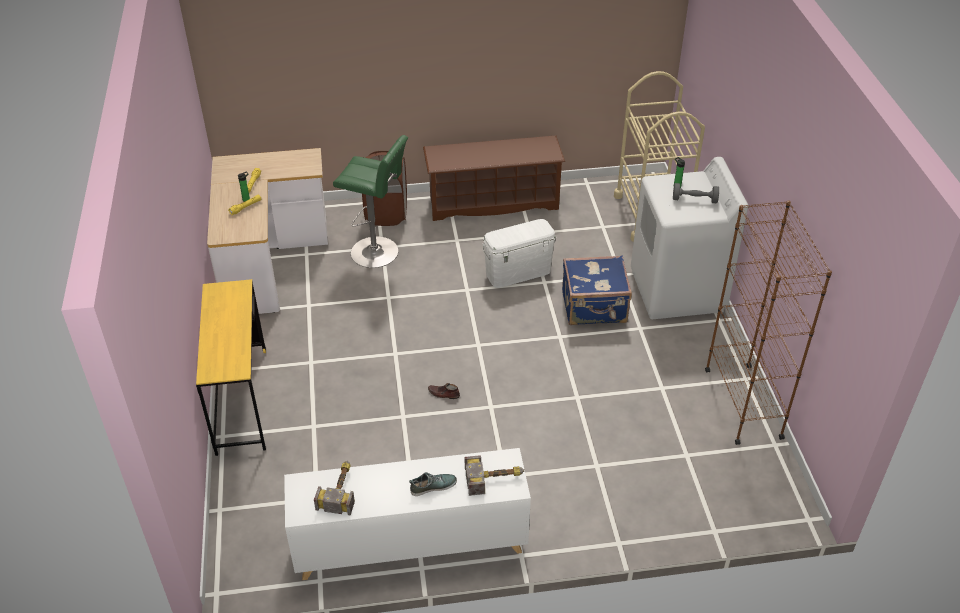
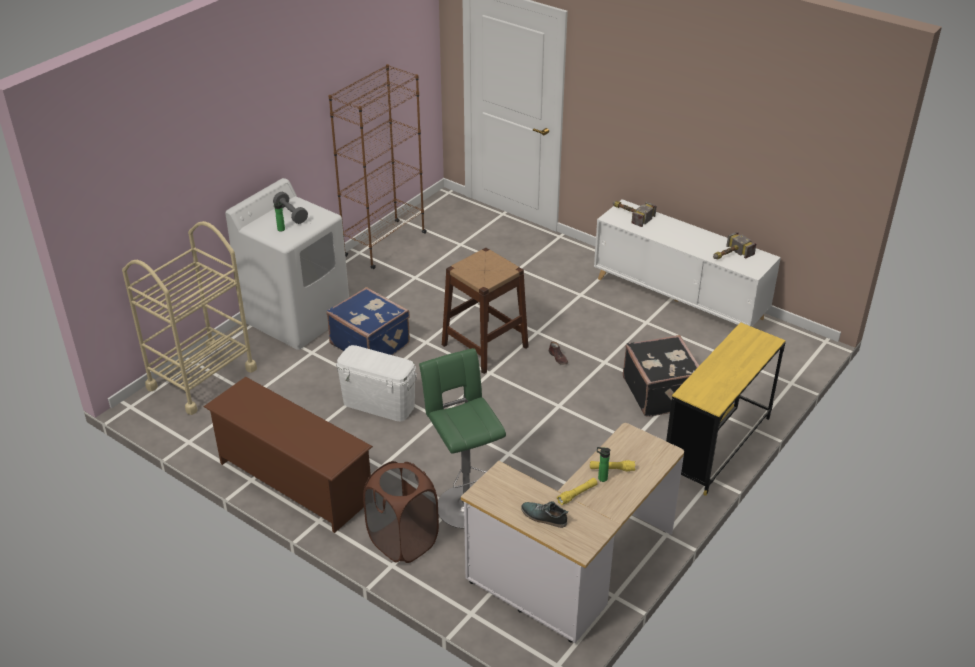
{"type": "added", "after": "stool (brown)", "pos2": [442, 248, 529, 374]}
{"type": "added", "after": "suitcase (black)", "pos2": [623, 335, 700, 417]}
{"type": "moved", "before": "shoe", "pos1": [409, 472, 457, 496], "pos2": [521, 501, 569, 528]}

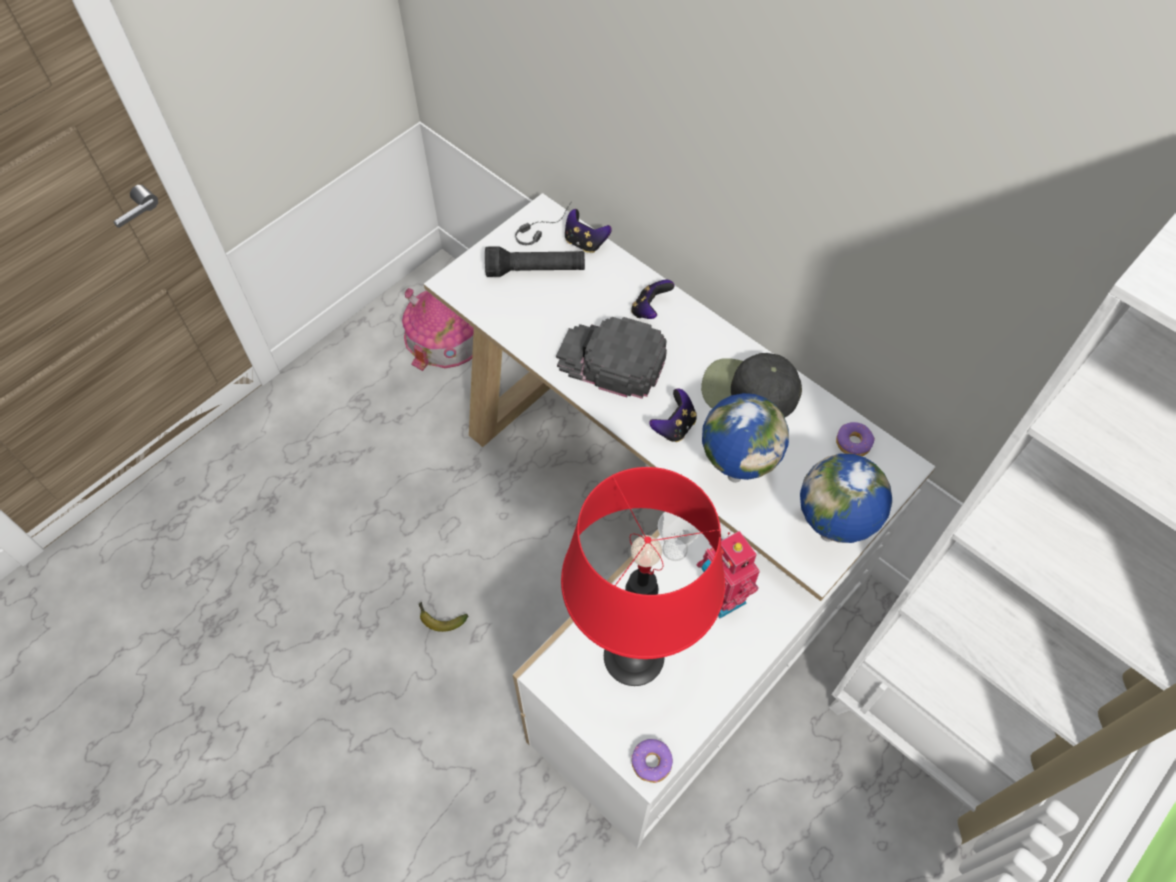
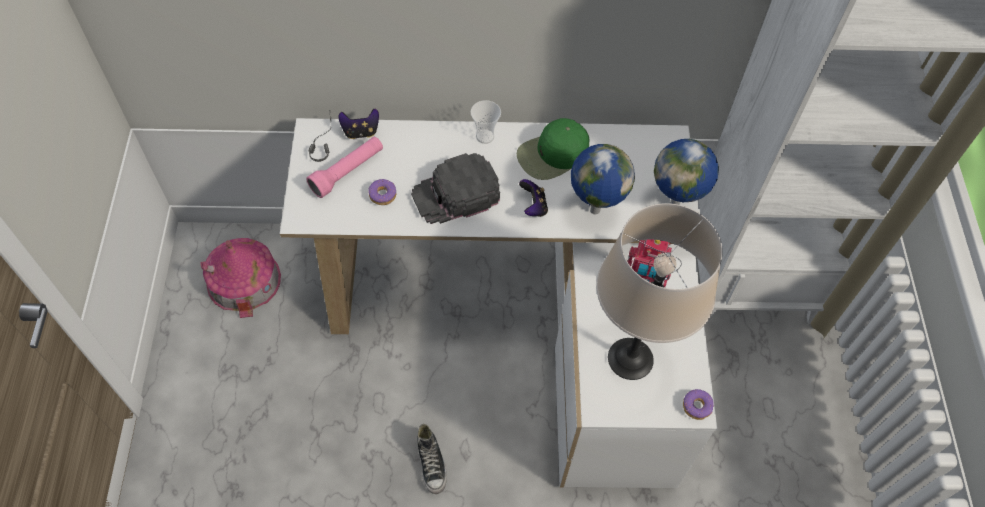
{"type": "removed", "before": "game controller", "pos1": [631, 280, 674, 319]}
{"type": "moved", "before": "cup", "pos1": [658, 512, 700, 561], "pos2": [471, 100, 501, 144]}
{"type": "moved", "before": "donut", "pos1": [836, 422, 875, 456], "pos2": [368, 179, 396, 205]}
{"type": "replaced", "before": "banana", "after": "shoe", "pos1": [419, 602, 468, 632], "pos2": [417, 424, 447, 494]}
{"type": "recoloured", "before": "flashlight (black)", "after": "flashlight (pink)", "pos1": [485, 246, 585, 277], "pos2": [306, 137, 383, 198]}
{"type": "recoloured", "before": "table lamp (red)", "after": "table lamp (beige)", "pos1": [561, 467, 725, 686], "pos2": [596, 203, 723, 380]}
{"type": "recoloured", "before": "cap (black)", "after": "cap (green)", "pos1": [701, 353, 802, 417], "pos2": [517, 118, 589, 180]}

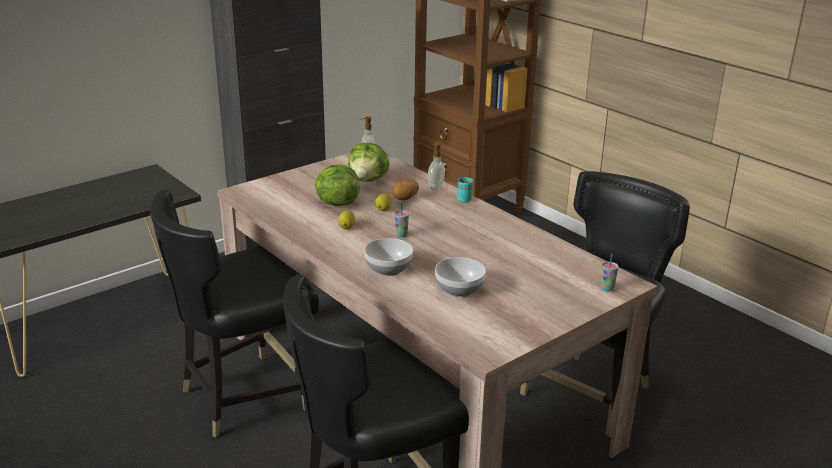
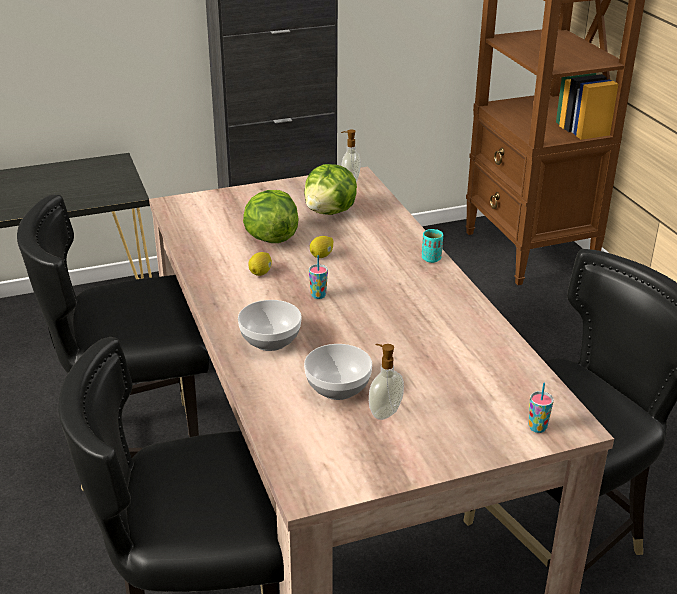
{"type": "removed", "before": "potato", "pos1": [392, 180, 419, 201]}
{"type": "moved", "before": "soap dispenser", "pos1": [428, 143, 445, 190], "pos2": [369, 344, 404, 420]}

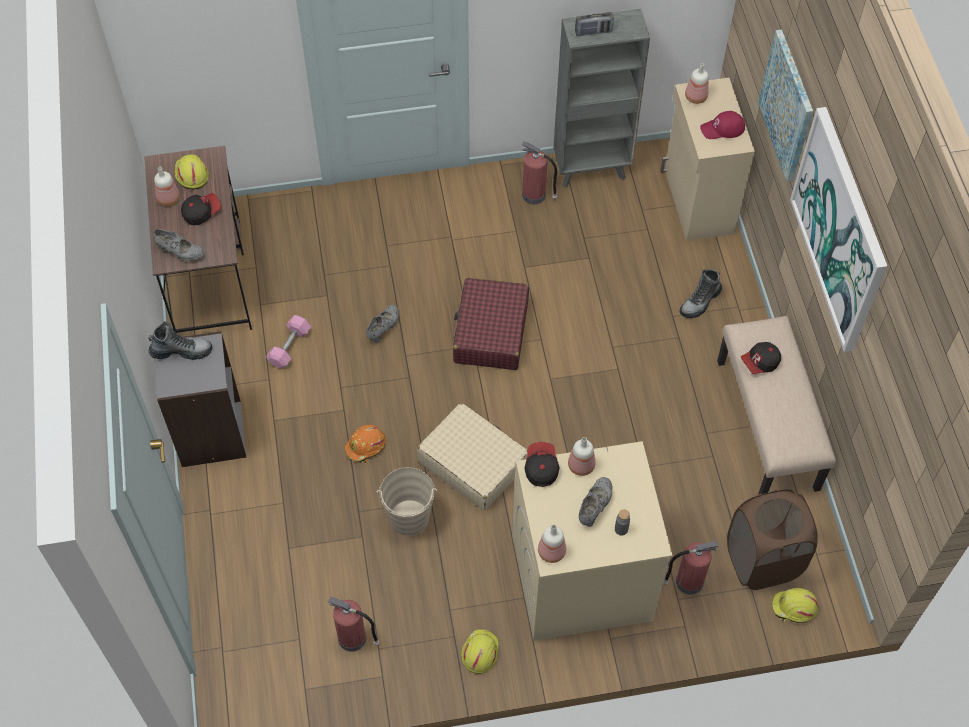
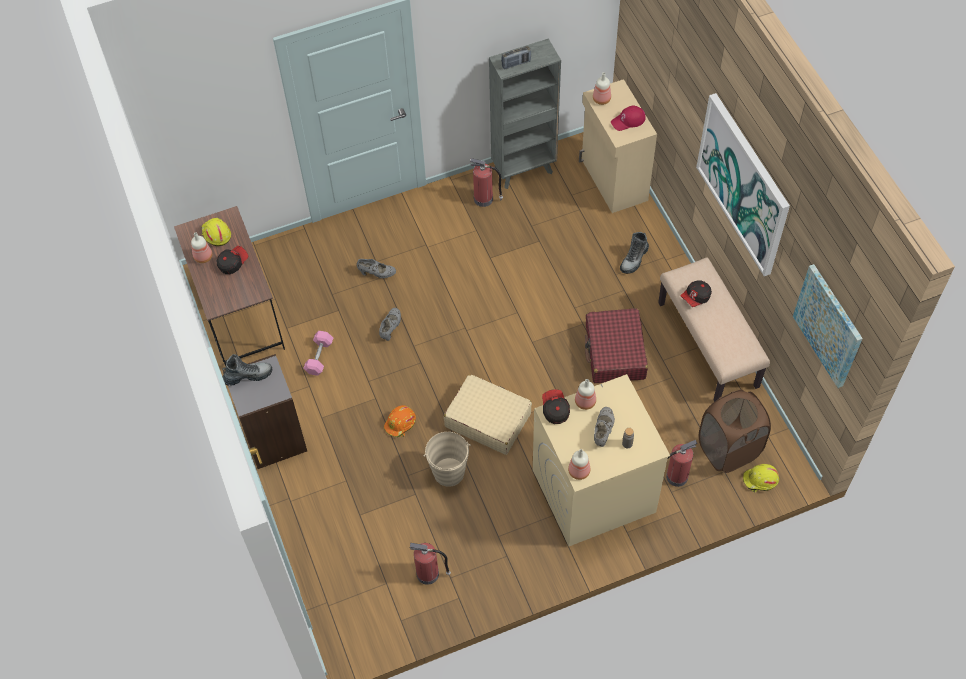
{"type": "removed", "before": "hard hat (yellow)", "pos1": [461, 629, 499, 674]}
{"type": "moved", "before": "shoe (grey)", "pos1": [153, 229, 204, 261], "pos2": [357, 259, 396, 278]}
{"type": "moved", "before": "suitcase (red)", "pos1": [453, 278, 529, 370], "pos2": [585, 308, 648, 383]}
{"type": "moved", "before": "picture", "pos1": [758, 30, 813, 182], "pos2": [793, 264, 863, 388]}

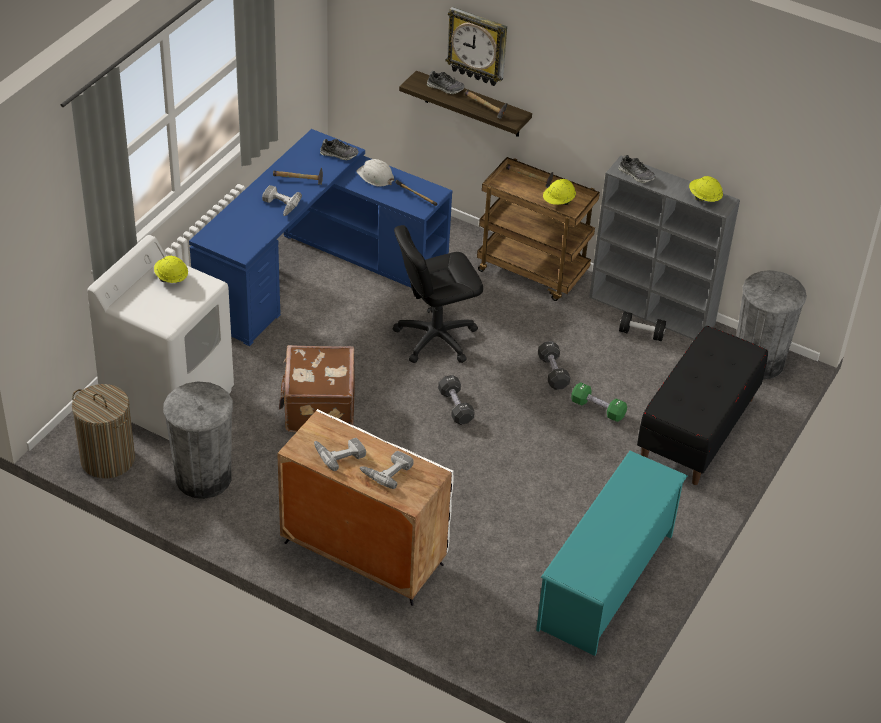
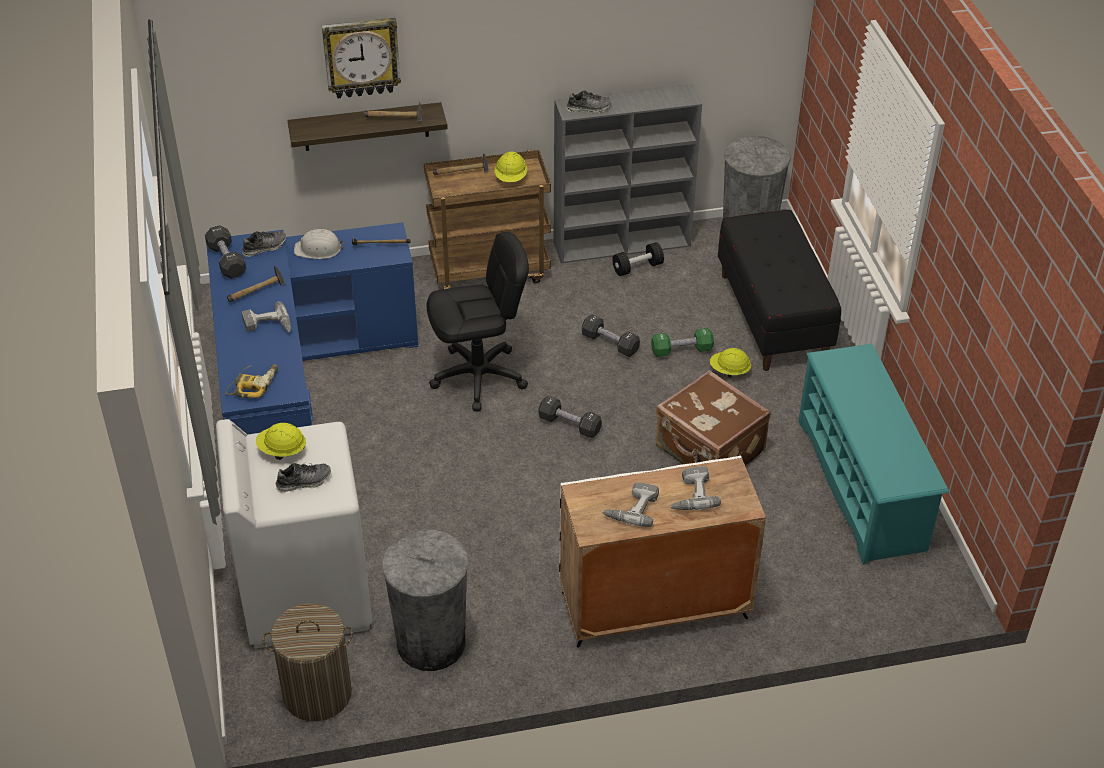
{"type": "added", "after": "dumbbell (black)", "pos2": [205, 225, 246, 279]}
{"type": "added", "after": "power drill", "pos2": [225, 364, 278, 398]}
{"type": "moved", "before": "suitcase (brown)", "pos1": [279, 345, 355, 432], "pos2": [656, 370, 771, 467]}
{"type": "moved", "before": "shoe", "pos1": [427, 71, 465, 94], "pos2": [276, 463, 331, 493]}
{"type": "moved", "before": "hard hat (yellow)", "pos1": [689, 176, 723, 202], "pos2": [710, 348, 751, 378]}
{"type": "turned", "before": "office chair (black)", "pos1": [393, 225, 483, 363], "pos2": [427, 232, 529, 411], "turn": -135}

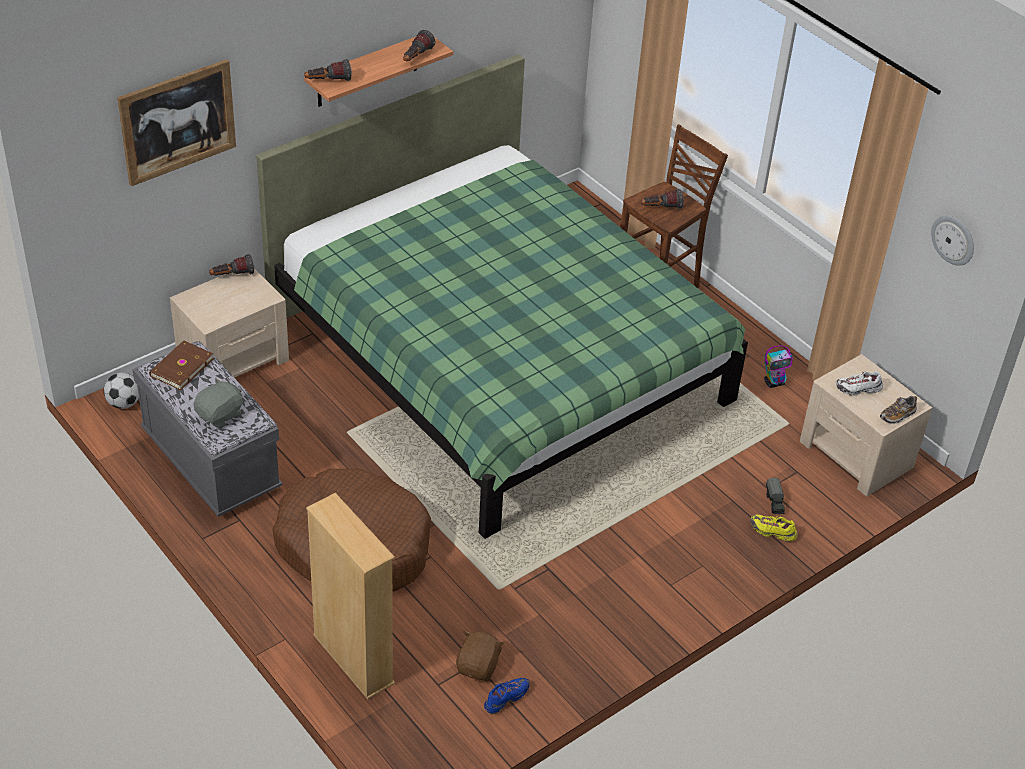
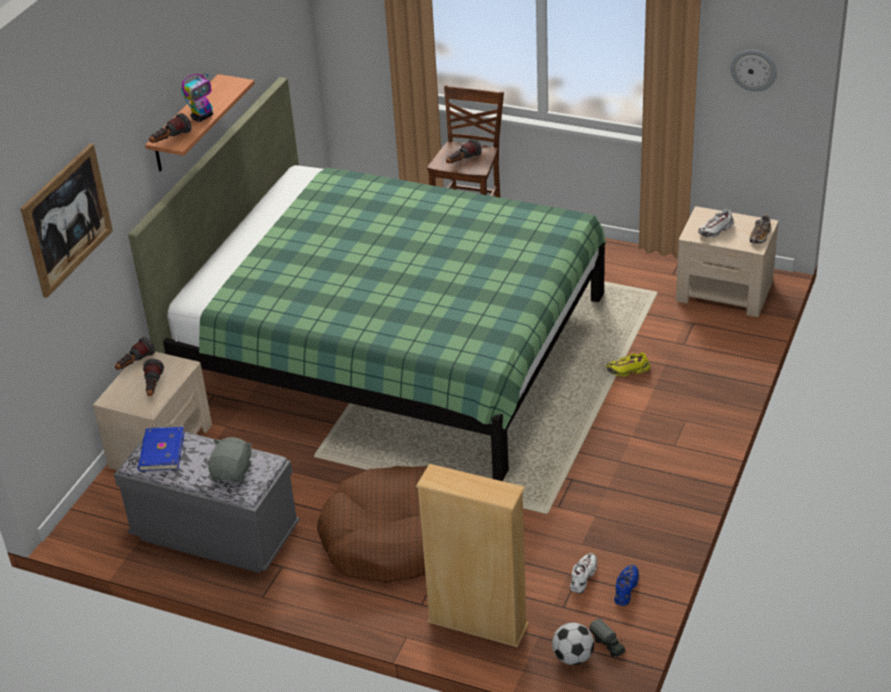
{"type": "moved", "before": "football", "pos1": [104, 373, 139, 409], "pos2": [552, 622, 594, 665]}
{"type": "moved", "before": "flashlight", "pos1": [403, 30, 435, 61], "pos2": [143, 359, 164, 396]}
{"type": "moved", "before": "shoe (yellow)", "pos1": [750, 514, 797, 542], "pos2": [606, 352, 650, 377]}
{"type": "moved", "before": "toy robot", "pos1": [764, 345, 793, 388], "pos2": [182, 73, 213, 122]}
{"type": "moved", "before": "toy truck", "pos1": [766, 478, 786, 514], "pos2": [590, 619, 626, 657]}
{"type": "replaced", "before": "plush toy (brown)", "after": "shoe (white)", "pos1": [456, 631, 504, 681], "pos2": [570, 553, 597, 593]}
{"type": "recoloured", "before": "book (brown)", "after": "book (blue)", "pos1": [149, 340, 214, 390], "pos2": [138, 427, 185, 471]}

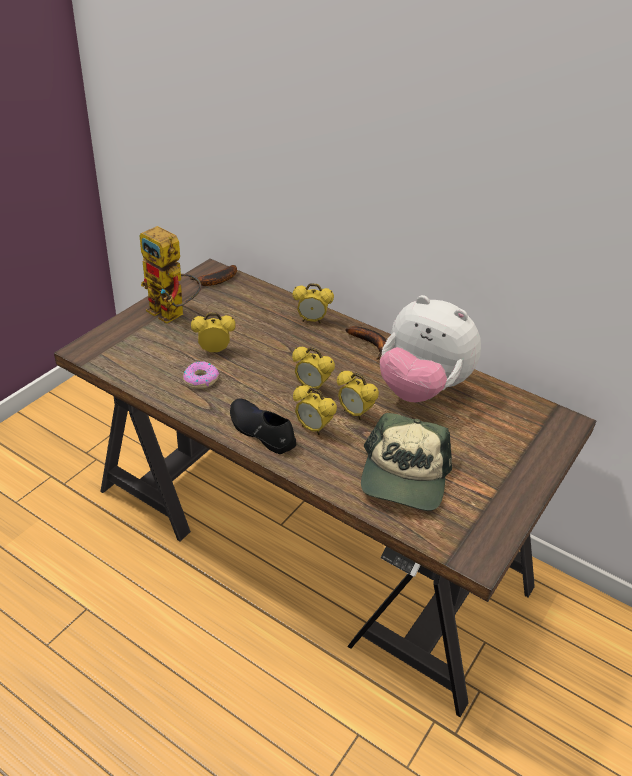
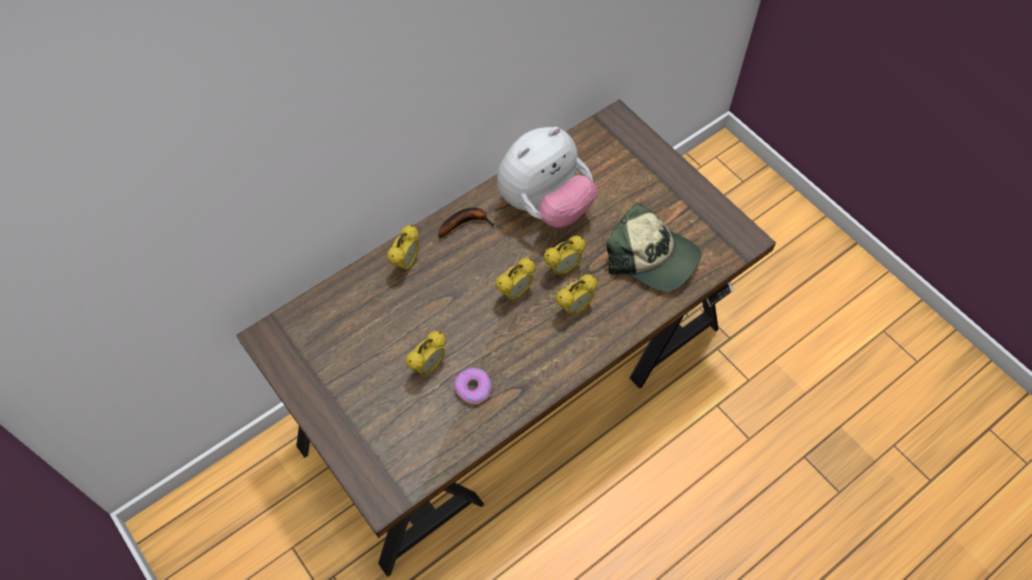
{"type": "removed", "before": "toy robot", "pos1": [139, 226, 201, 324]}
{"type": "removed", "before": "banana", "pos1": [190, 265, 237, 286]}
{"type": "removed", "before": "shoe (black)", "pos1": [230, 399, 296, 454]}
{"type": "turned", "before": "alarm clock", "pos1": [191, 313, 236, 352], "pos2": [406, 331, 446, 376], "turn": -150}

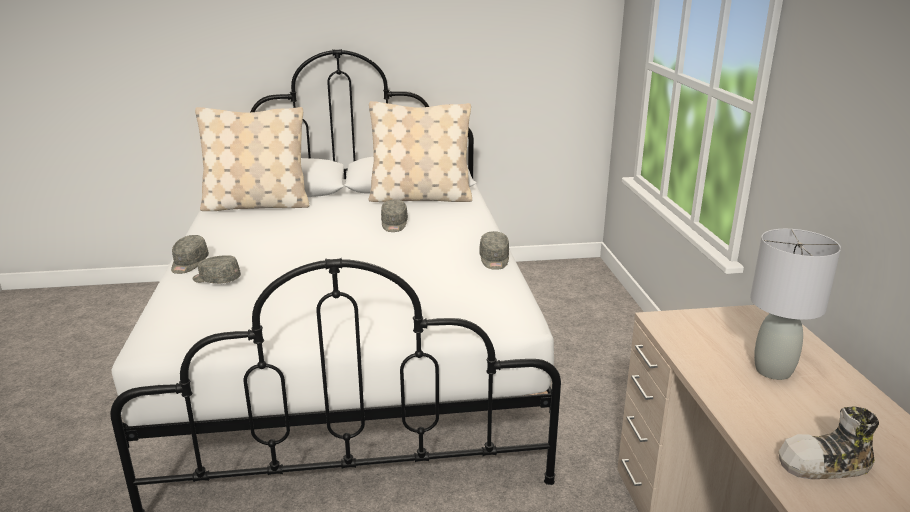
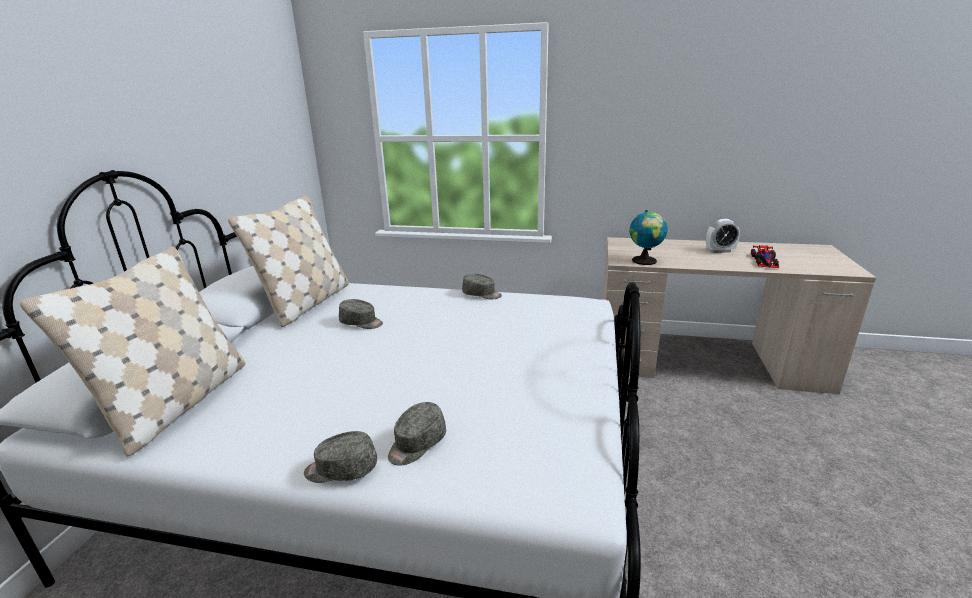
{"type": "removed", "before": "table lamp (grey)", "pos1": [750, 229, 841, 380]}
{"type": "added", "after": "globe", "pos2": [630, 210, 668, 265]}
{"type": "added", "after": "alarm clock", "pos2": [706, 219, 740, 253]}
{"type": "replaced", "before": "shoe", "after": "toy car", "pos1": [779, 406, 879, 479], "pos2": [751, 244, 779, 268]}
{"type": "turned", "before": "cap (grey)", "pos1": [171, 235, 209, 274], "pos2": [304, 431, 377, 483], "turn": 150}

